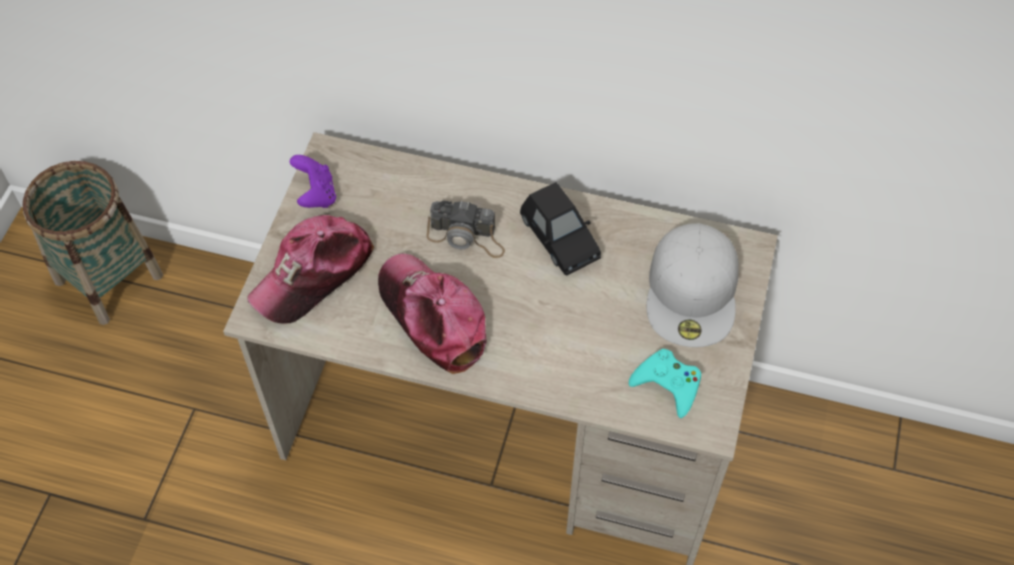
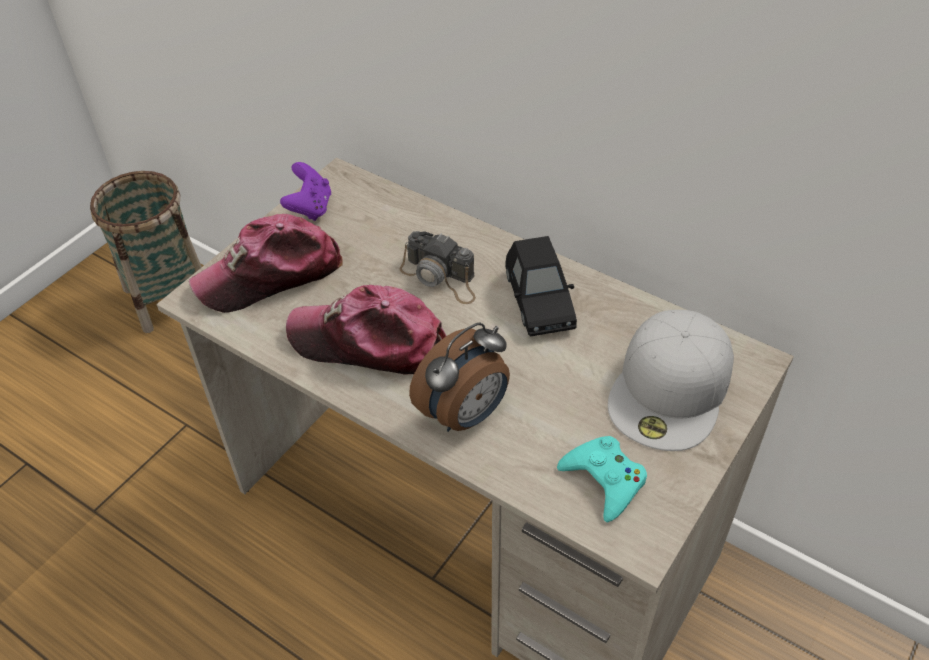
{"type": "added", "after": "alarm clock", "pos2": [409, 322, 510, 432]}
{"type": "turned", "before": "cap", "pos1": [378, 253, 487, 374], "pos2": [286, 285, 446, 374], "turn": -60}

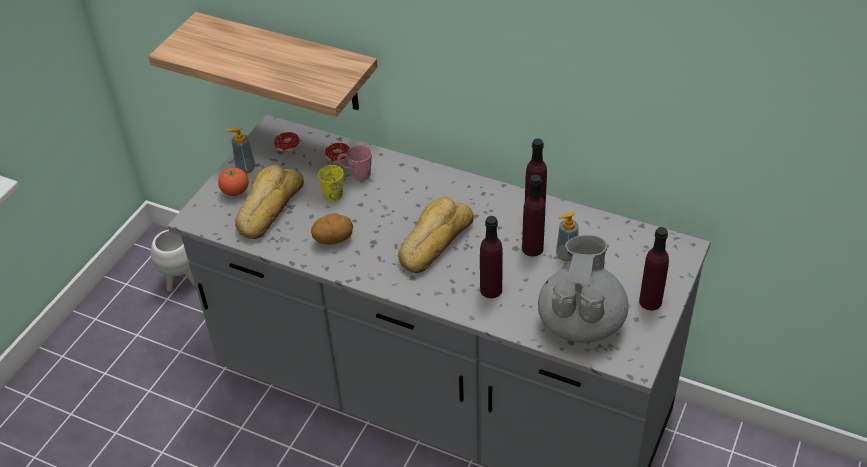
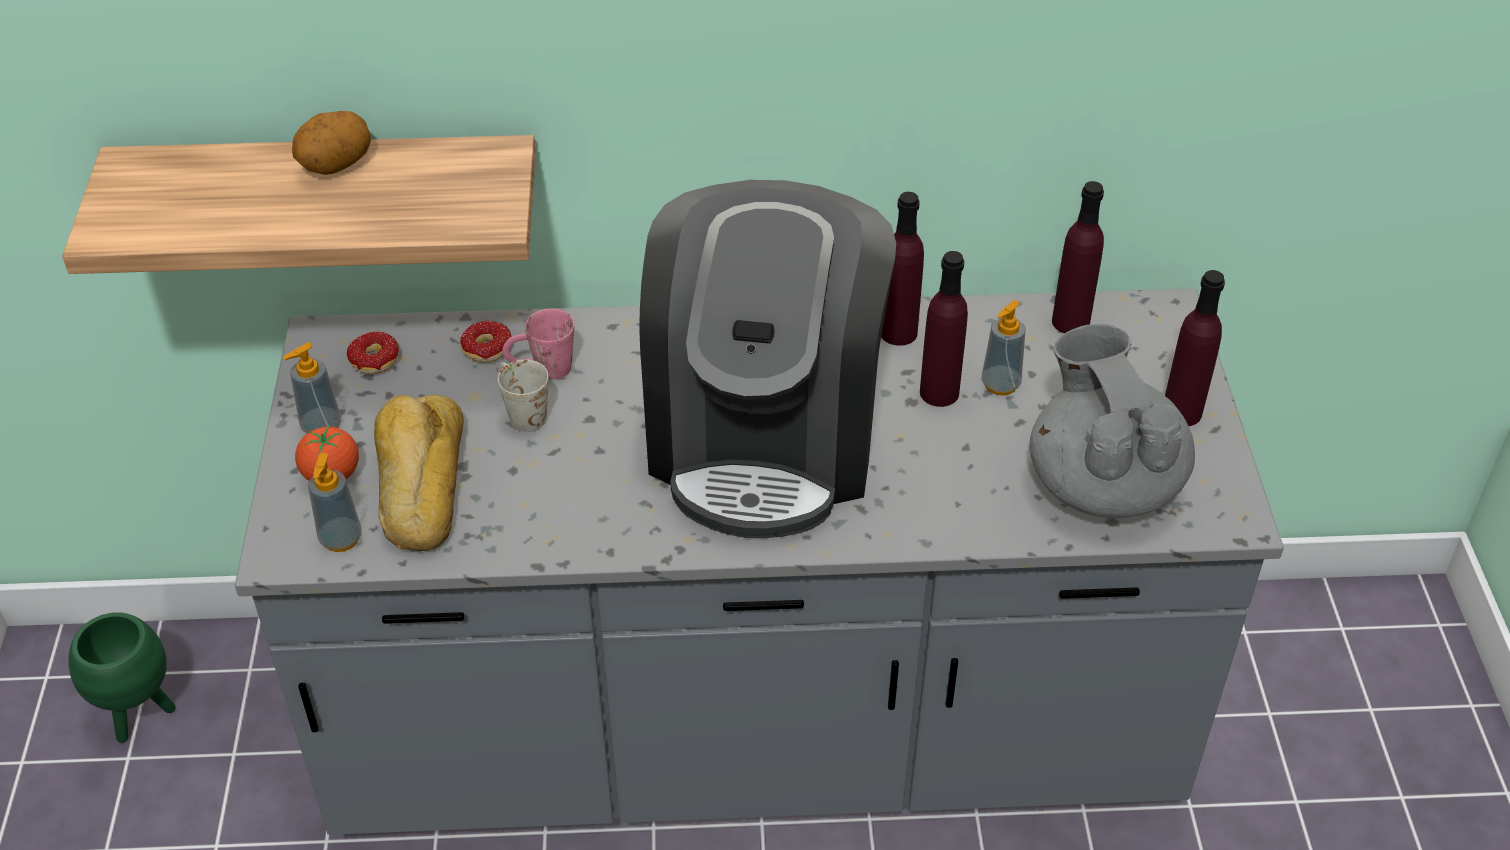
{"type": "added", "after": "soap dispenser", "pos2": [308, 453, 362, 552]}
{"type": "moved", "before": "potato", "pos1": [311, 214, 353, 245], "pos2": [292, 111, 371, 175]}
{"type": "moved", "before": "bottle (purple)", "pos1": [480, 216, 503, 298], "pos2": [1052, 181, 1104, 333]}
{"type": "replaced", "before": "bread", "after": "coffee machine", "pos1": [398, 197, 474, 273], "pos2": [639, 180, 896, 538]}
{"type": "recoloured", "before": "planter (white)", "after": "planter (green)", "pos1": [151, 229, 195, 291], "pos2": [68, 612, 176, 743]}
{"type": "recoloured", "before": "mug (yellow)", "after": "mug (white)", "pos1": [318, 164, 344, 202], "pos2": [498, 360, 549, 432]}

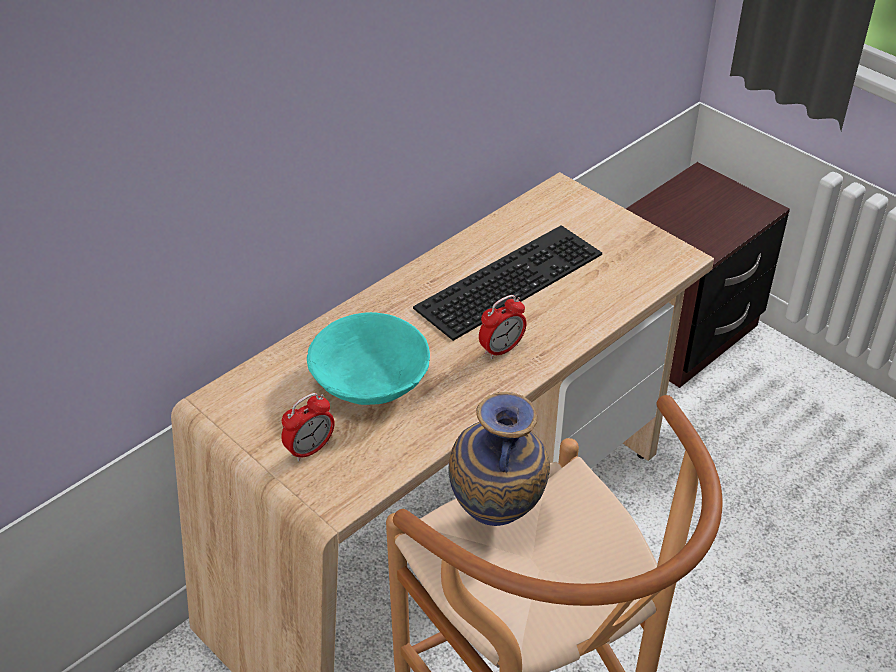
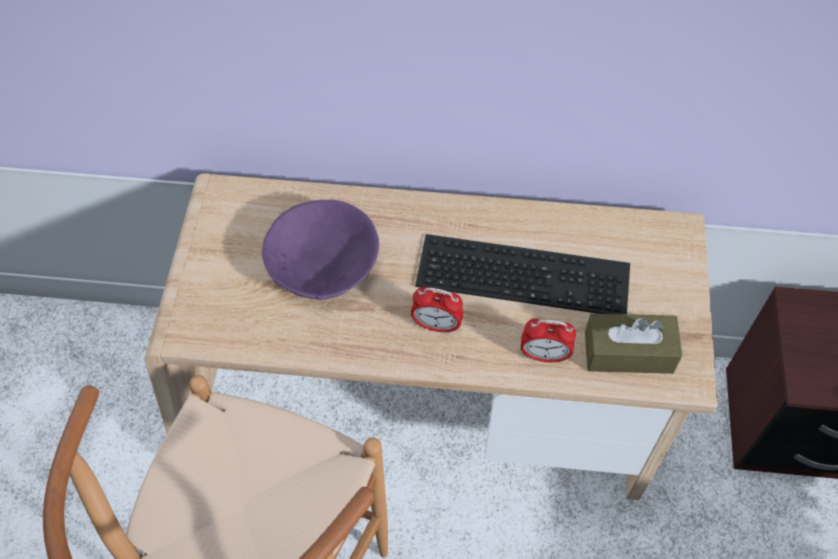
{"type": "removed", "before": "vase", "pos1": [449, 392, 550, 526]}
{"type": "added", "after": "tissue box (brown)", "pos2": [585, 313, 682, 374]}
{"type": "moved", "before": "alarm clock", "pos1": [281, 393, 335, 462], "pos2": [520, 319, 576, 363]}
{"type": "recoloured", "before": "bowl (turquoise)", "after": "bowl (purple)", "pos1": [307, 312, 430, 405], "pos2": [262, 200, 379, 300]}

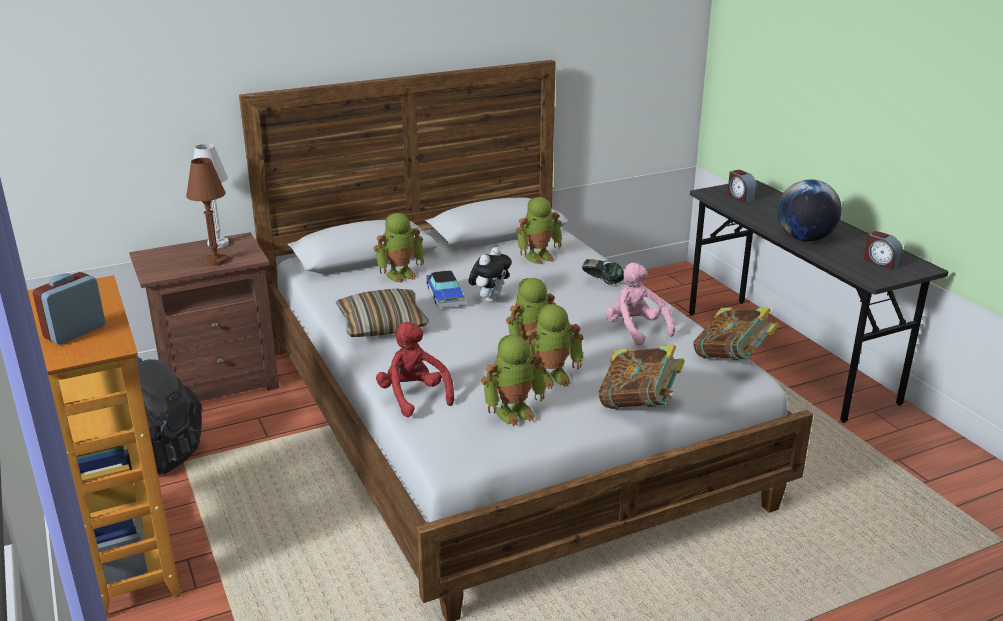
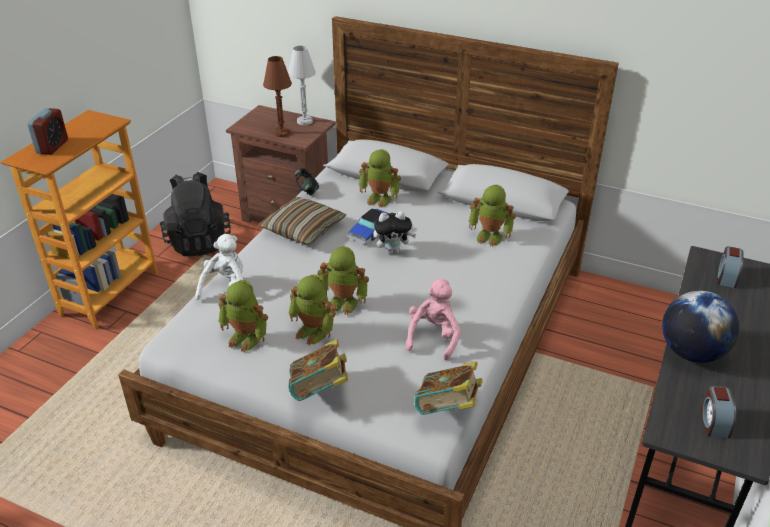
{"type": "moved", "before": "headphones", "pos1": [582, 259, 624, 285], "pos2": [294, 168, 319, 196]}
{"type": "recoloured", "before": "plush toy (red)", "after": "plush toy (white)", "pos1": [376, 322, 454, 417], "pos2": [195, 234, 243, 300]}
{"type": "turned", "before": "alarm clock", "pos1": [33, 272, 105, 345], "pos2": [27, 108, 68, 155], "turn": 105}

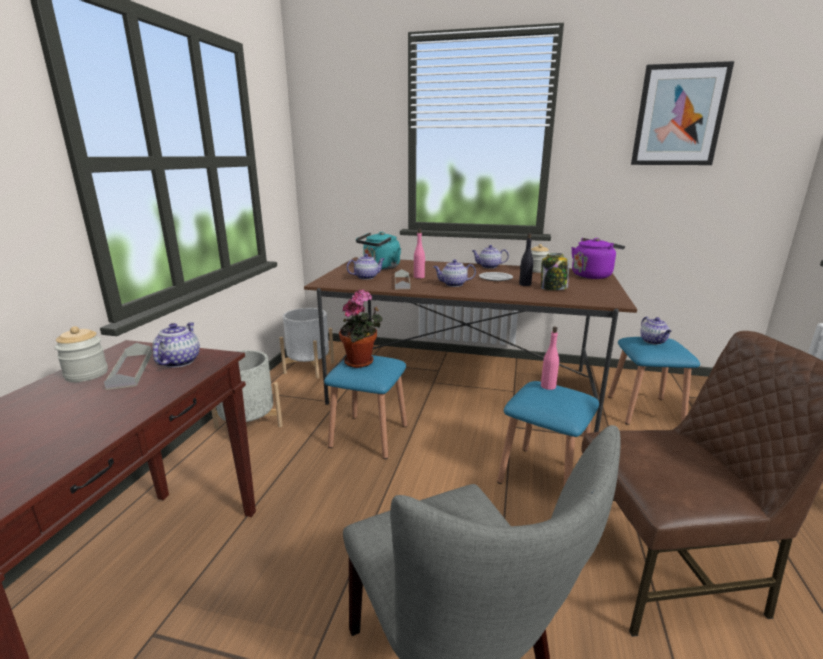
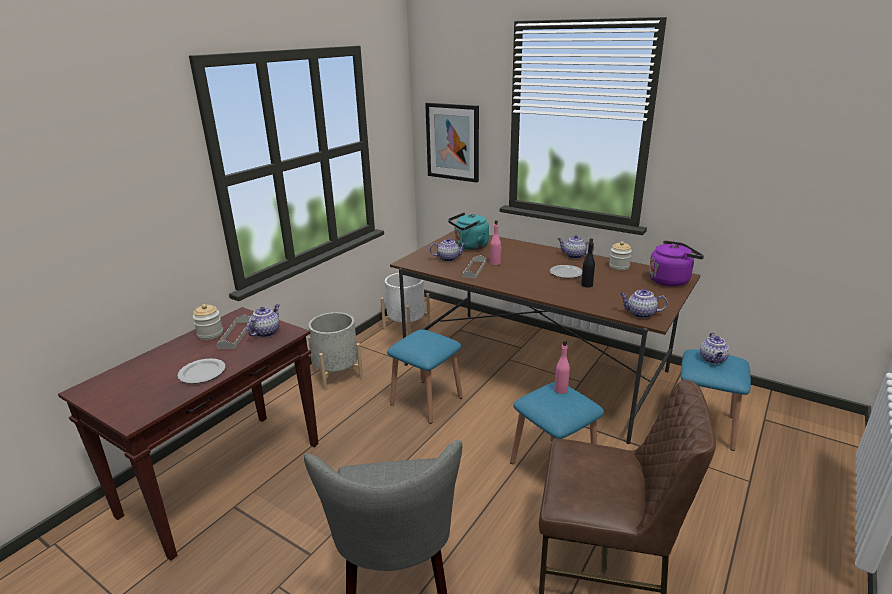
{"type": "removed", "before": "potted plant", "pos1": [339, 289, 383, 368]}
{"type": "removed", "before": "jar", "pos1": [541, 253, 569, 290]}
{"type": "added", "after": "plate", "pos2": [178, 358, 225, 384]}
{"type": "moved", "before": "teapot", "pos1": [433, 259, 476, 287], "pos2": [620, 289, 668, 318]}
{"type": "moved", "before": "picture", "pos1": [631, 61, 734, 165], "pos2": [425, 103, 479, 183]}

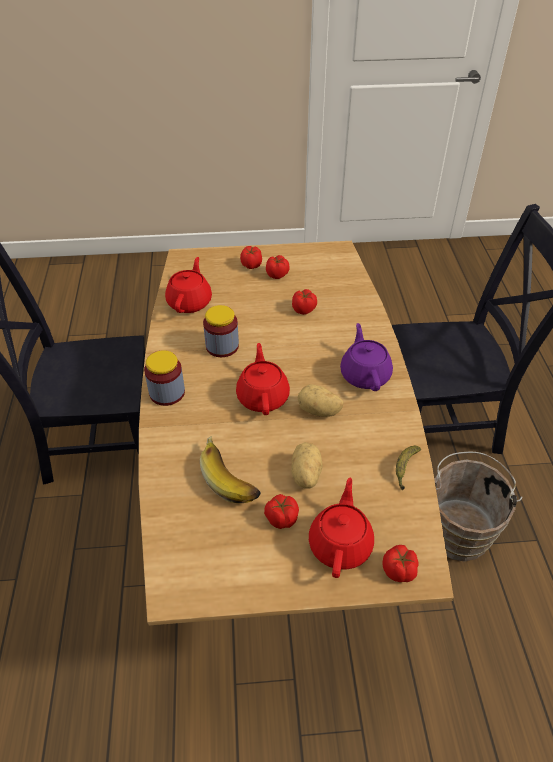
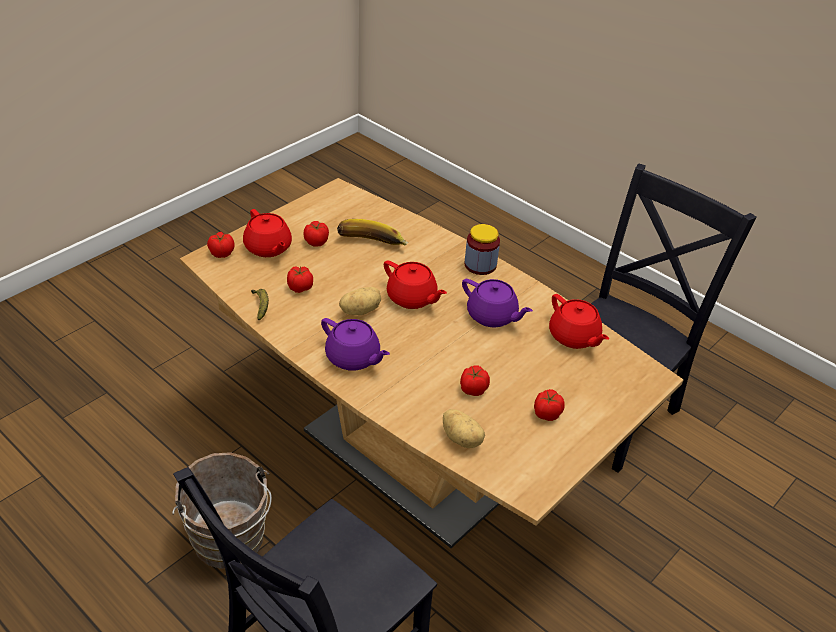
{"type": "moved", "before": "tomato", "pos1": [240, 246, 262, 269], "pos2": [287, 266, 313, 293]}
{"type": "moved", "before": "potato", "pos1": [291, 442, 323, 488], "pos2": [443, 409, 485, 448]}
{"type": "replaced", "before": "jar", "after": "teapot (purple)", "pos1": [203, 305, 239, 357], "pos2": [462, 279, 533, 327]}

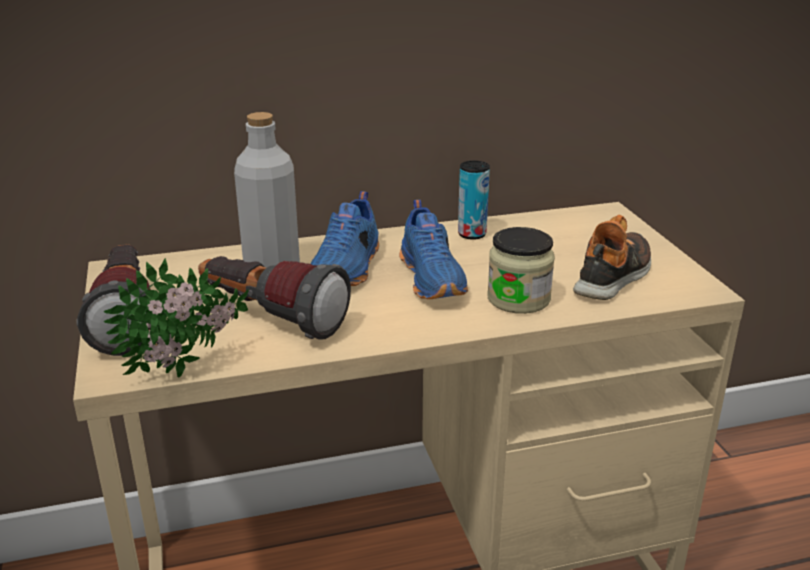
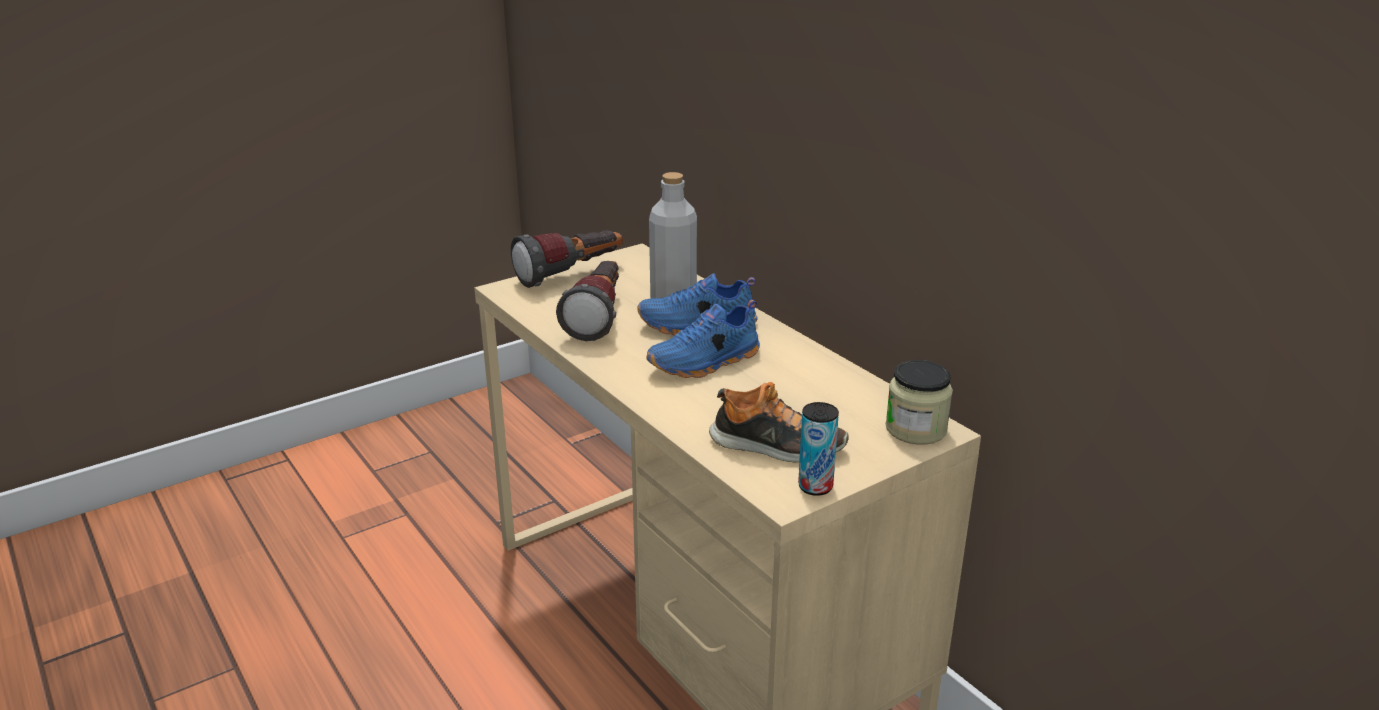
{"type": "removed", "before": "potted plant", "pos1": [103, 258, 249, 378]}
{"type": "moved", "before": "can", "pos1": [458, 161, 490, 240], "pos2": [798, 402, 839, 496]}
{"type": "moved", "before": "jar", "pos1": [487, 227, 555, 314], "pos2": [886, 360, 953, 445]}

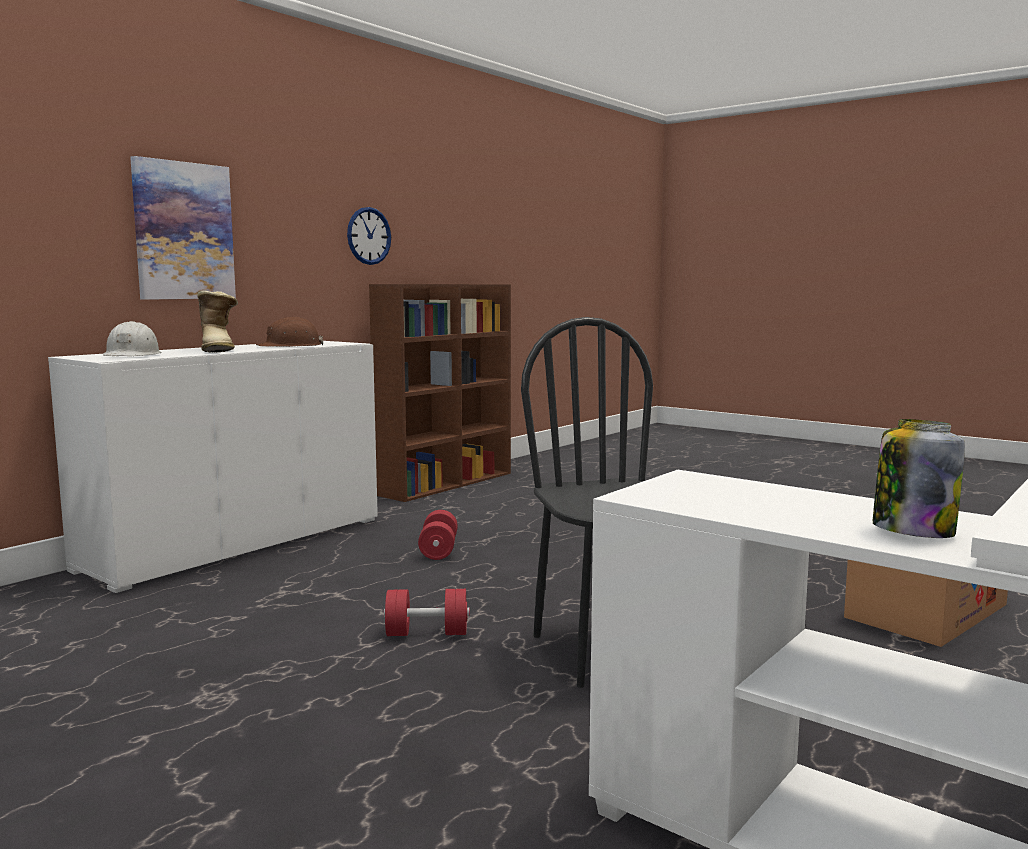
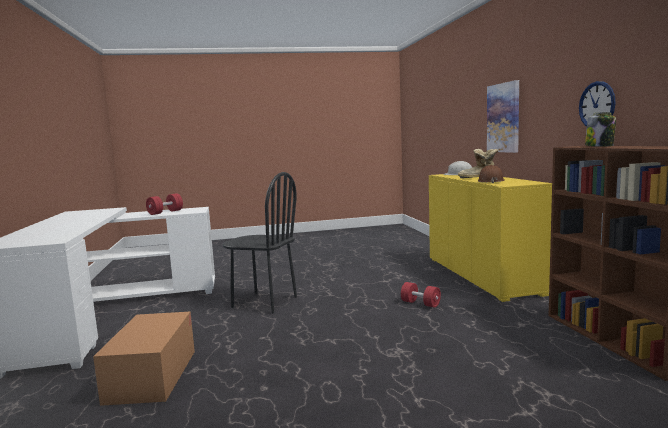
{"type": "moved", "before": "dumbbell (red)", "pos1": [384, 589, 470, 636], "pos2": [146, 193, 183, 215]}
{"type": "moved", "before": "jar", "pos1": [873, 419, 965, 538], "pos2": [585, 113, 616, 147]}
{"type": "recoloured", "before": "cabinet (white)", "after": "cabinet (yellow)", "pos1": [48, 341, 378, 593], "pos2": [429, 174, 552, 302]}

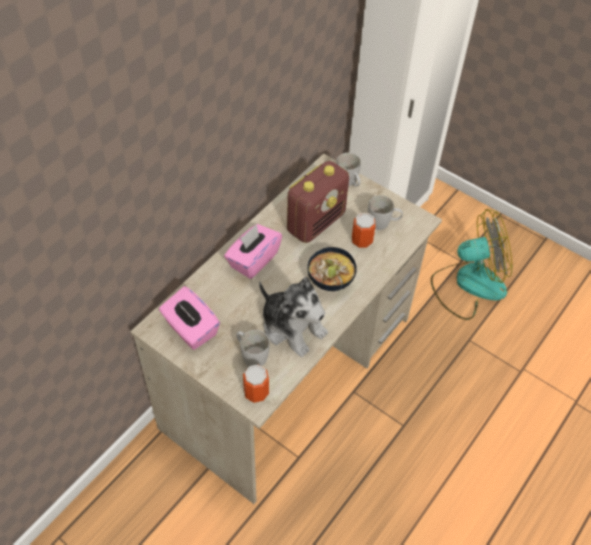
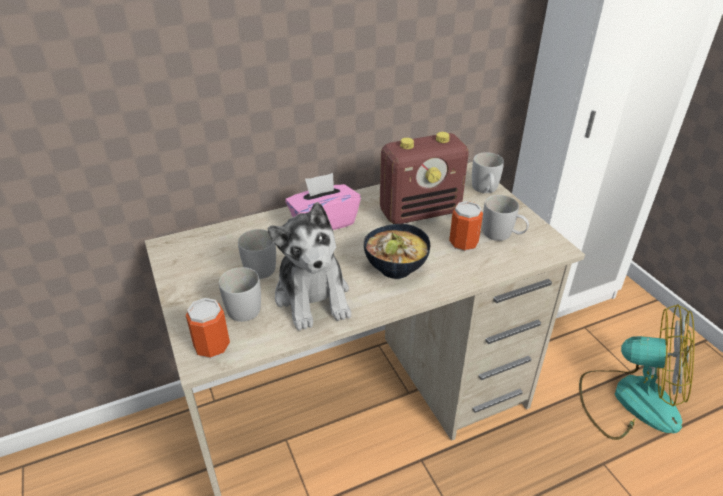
{"type": "removed", "before": "tissue box (pink)", "pos1": [159, 286, 220, 350]}
{"type": "added", "after": "mug (white)", "pos2": [238, 229, 276, 279]}

